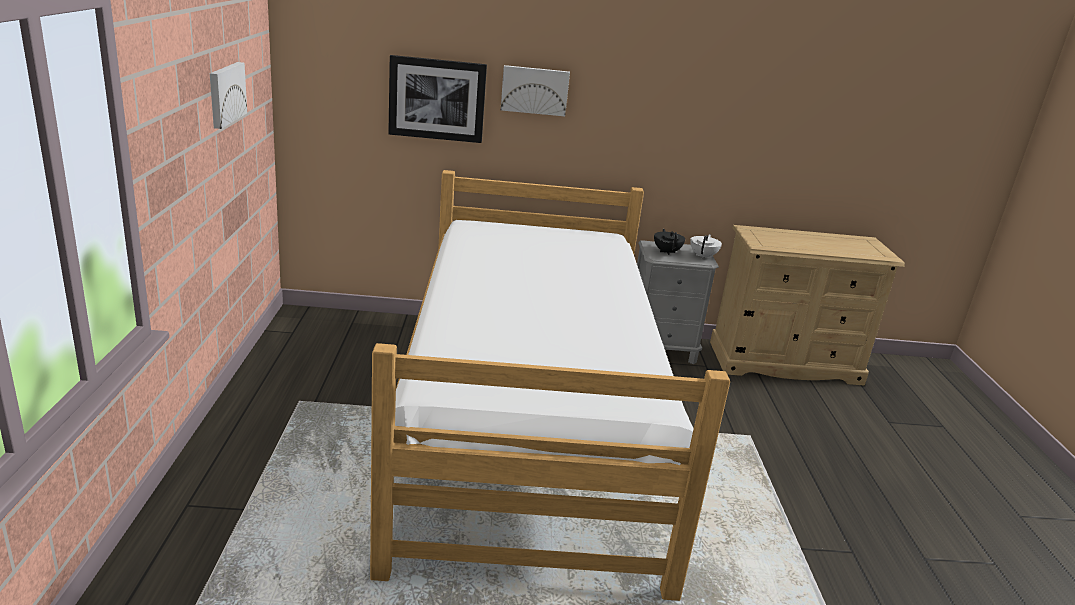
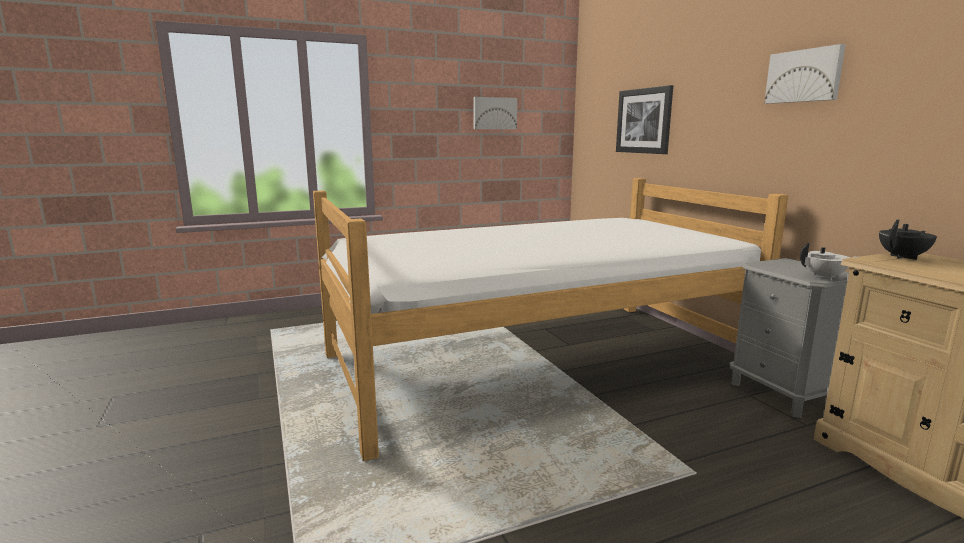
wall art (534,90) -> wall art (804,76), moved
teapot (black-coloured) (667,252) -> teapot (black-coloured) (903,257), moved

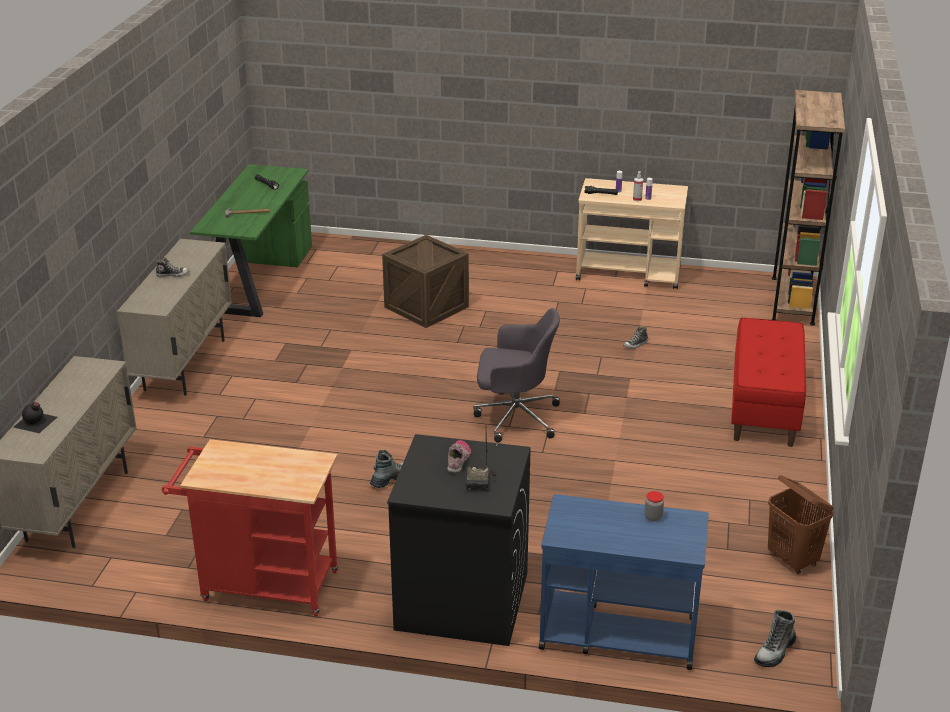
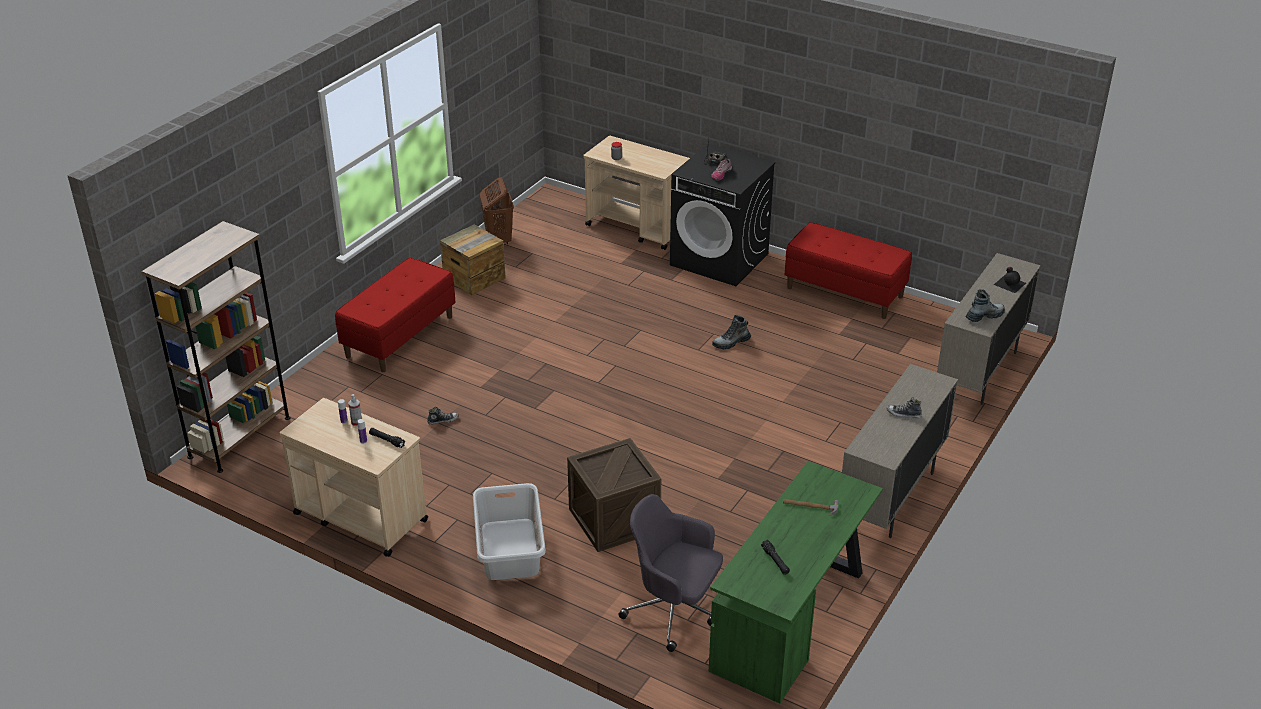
none -> packing crate (474,278)
none -> hamper (gray) (509,549)
cart (bluish) (617,632) -> cart (sand-coloured) (637,228)
computer chair (gray) (515,417) -> computer chair (gray) (674,611), moved
cart (red) (262,585) -> long seat (red) (845,292)
tall boot (775,652) -> tall boot (984,316), moved

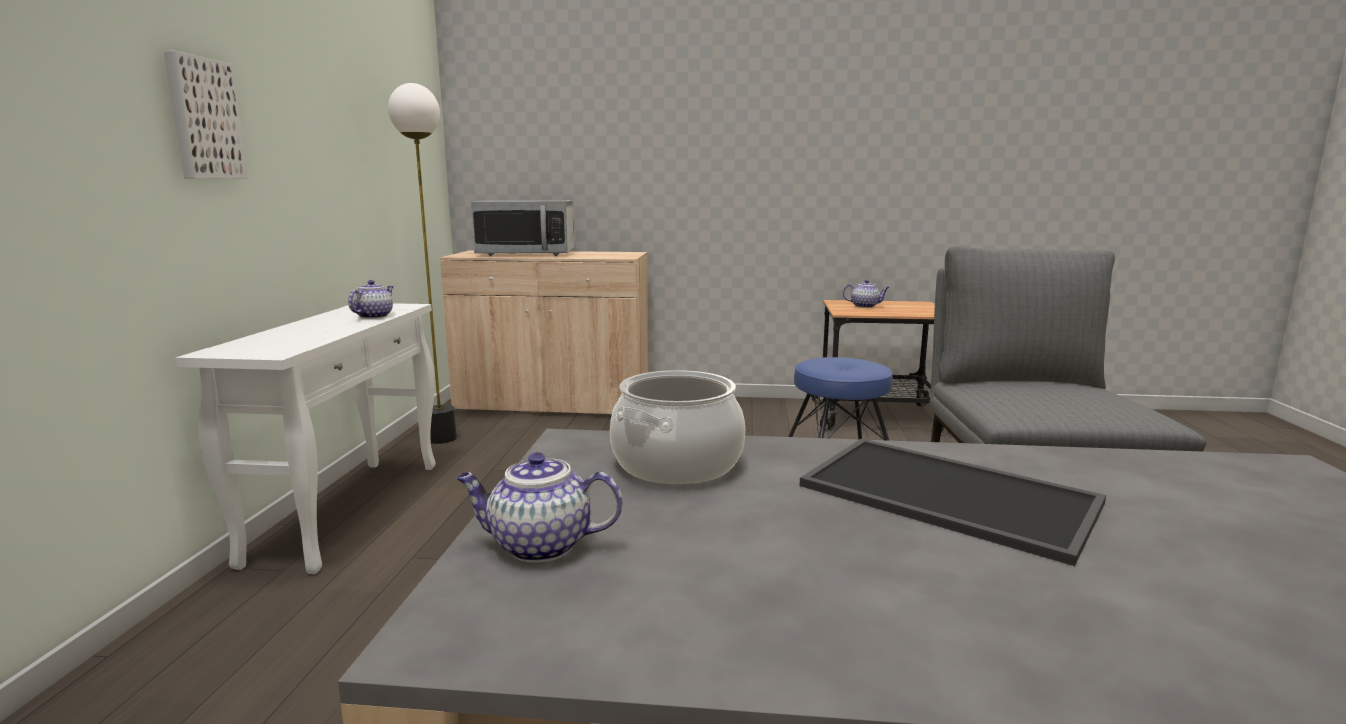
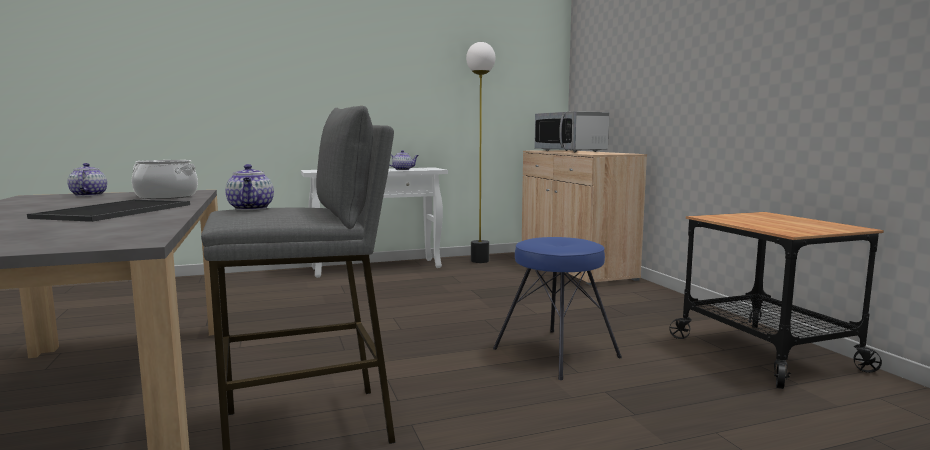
teapot (865,306) -> teapot (251,208), moved
wall art (203,119) -> none

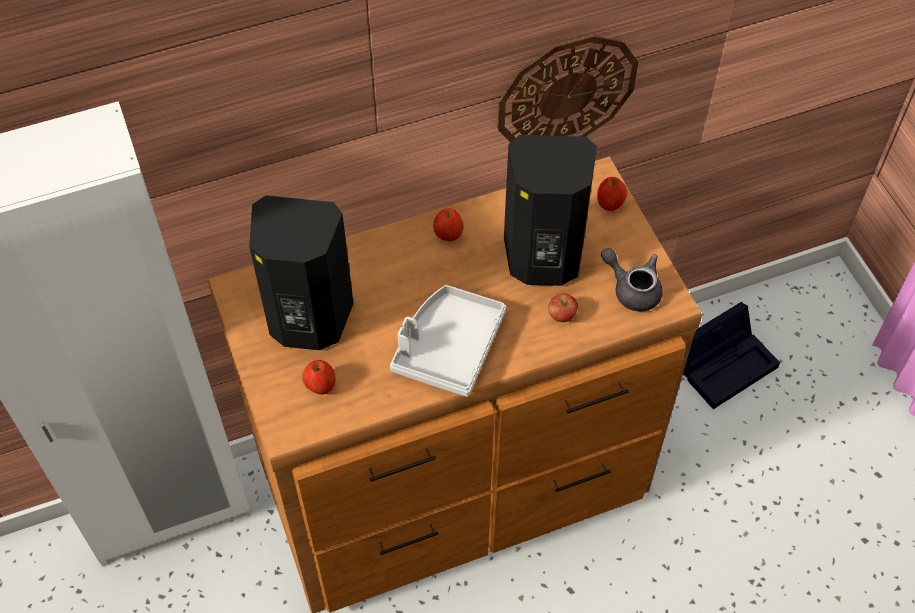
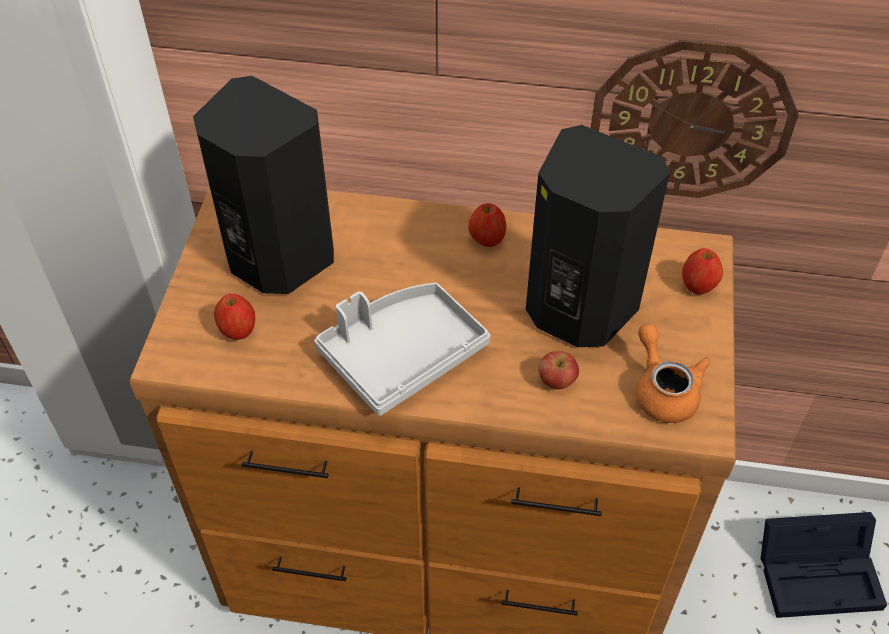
teapot (gray) (632,289) -> teapot (orange-coloured) (663,390)

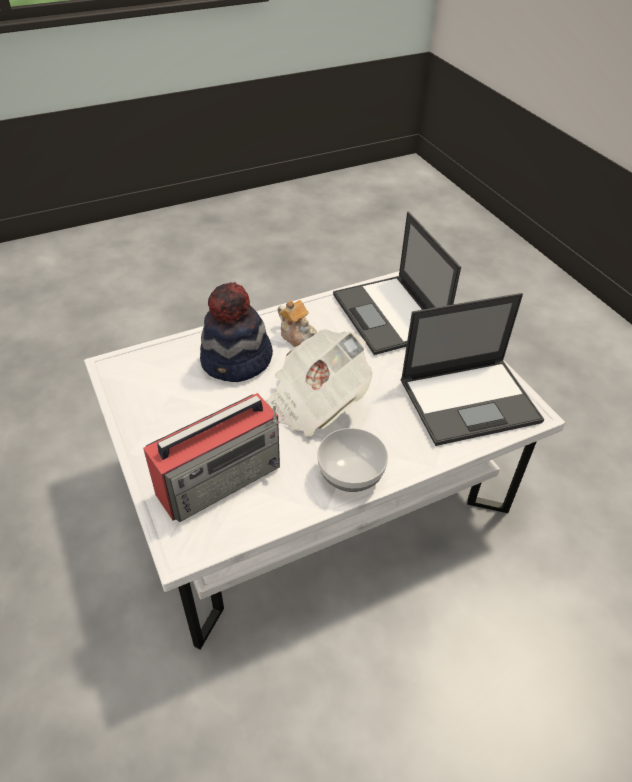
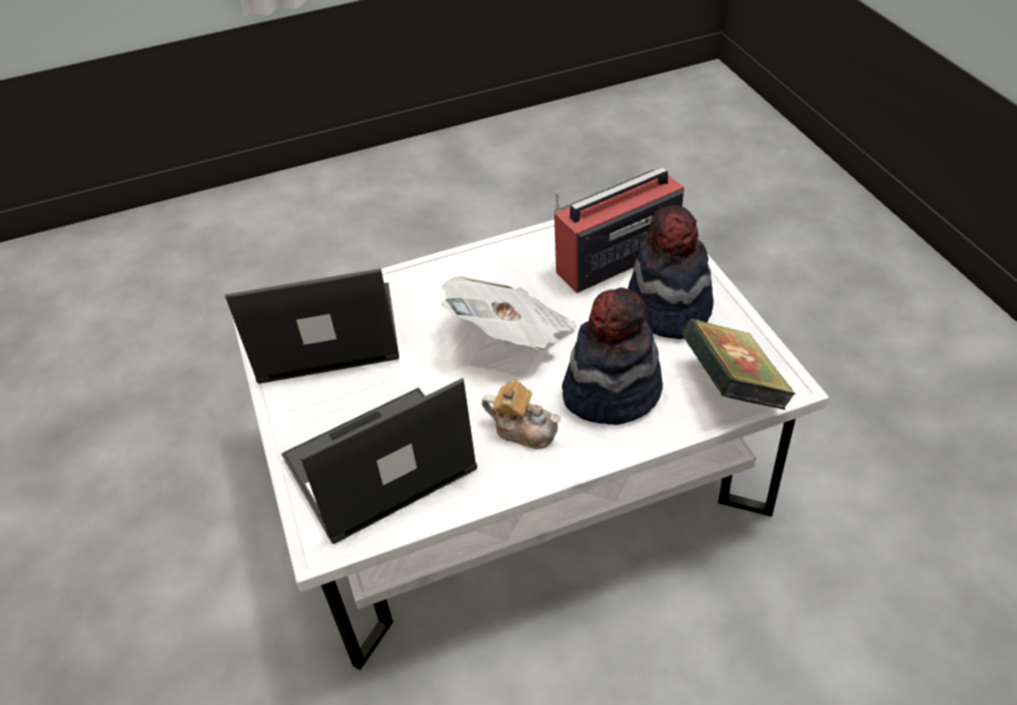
portable computer (389,315) -> portable computer (377,465), 105 degrees counterclockwise
teapot (298,337) -> teapot (524,430), 150 degrees clockwise
none -> wearable hat (668,309)
none -> book (732,388)
serving bowl (350,475) -> none

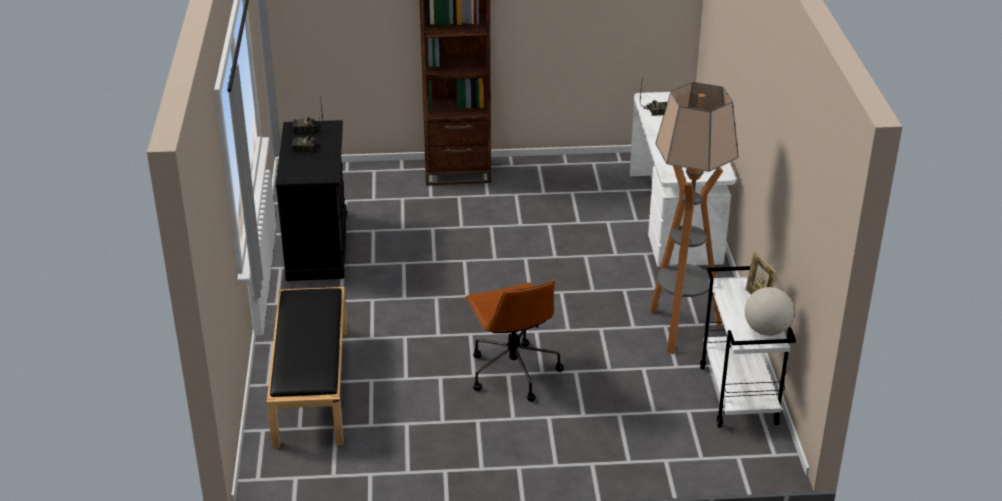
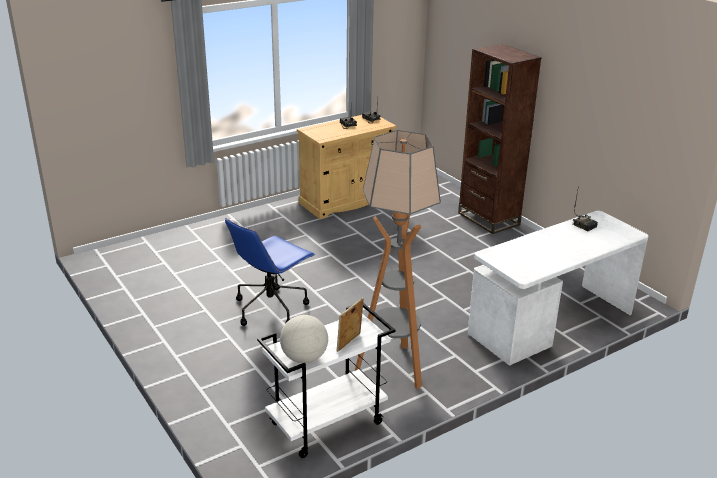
computer chair (brown) (512,371) -> computer chair (bluish) (271,308)
cupboard (black-coloured) (318,245) -> cupboard (sand-coloured) (346,201)
long seat (black-coloured) (311,385) -> none

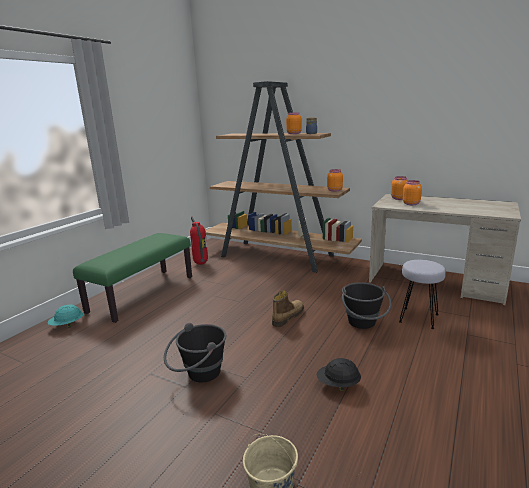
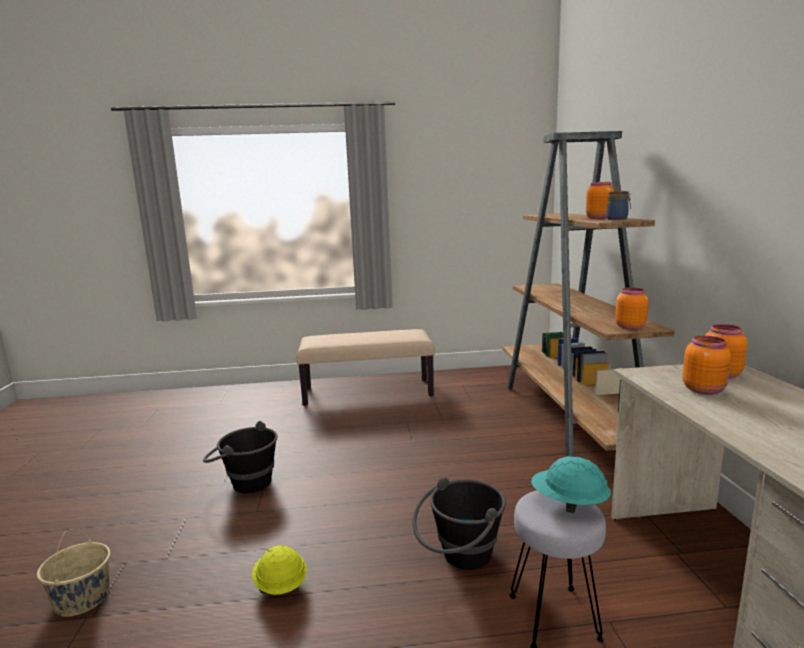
hard hat (black-coloured) (338,385) -> hard hat (yellow-coloured) (280,586)
long seat (green) (142,293) -> long seat (sand-coloured) (368,391)
hard hat (turquoise) (67,325) -> hard hat (turquoise) (569,504), moved
fire extinguisher (200,264) -> none
tall boot (287,317) -> none

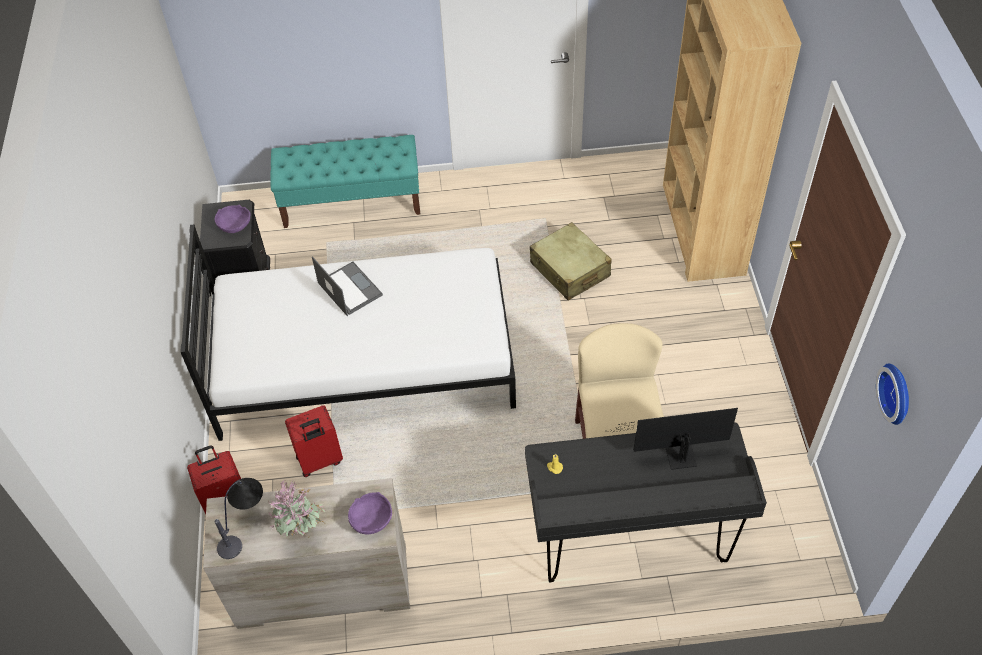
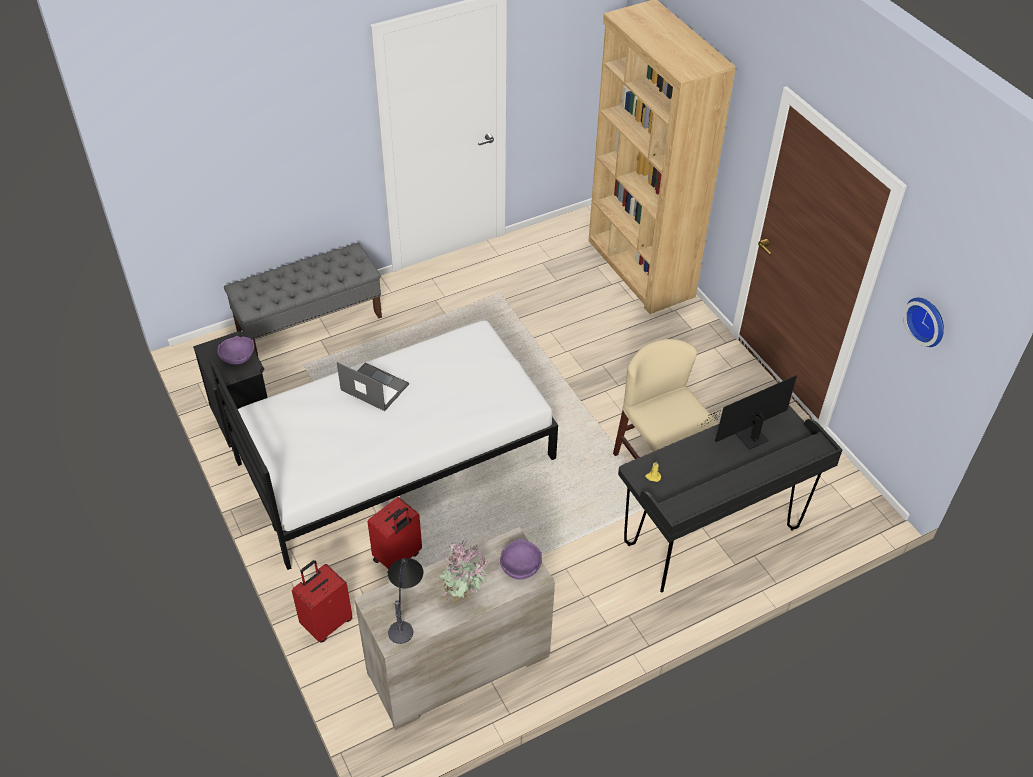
long seat (turquoise) (352,202) -> long seat (gray) (310,323)
piece of luggage (sand-coloured) (570,270) -> none

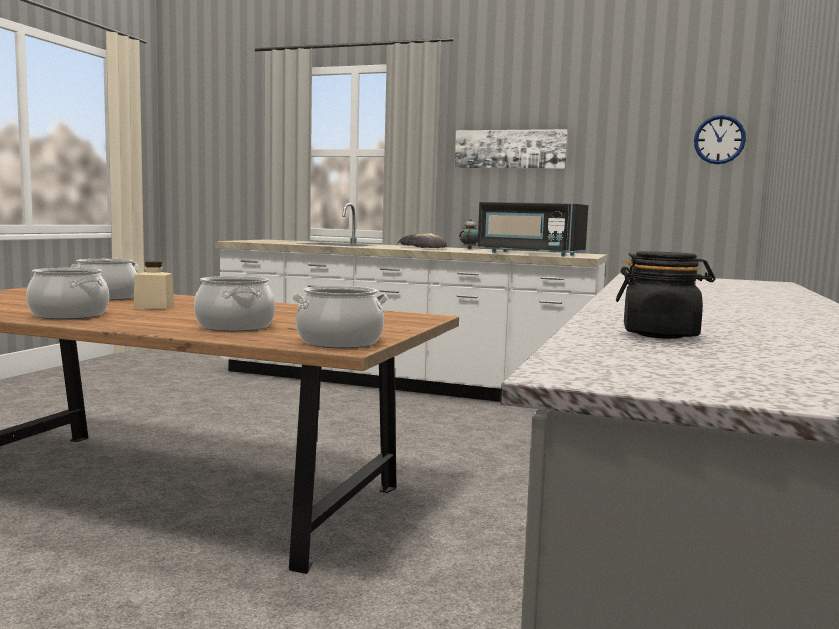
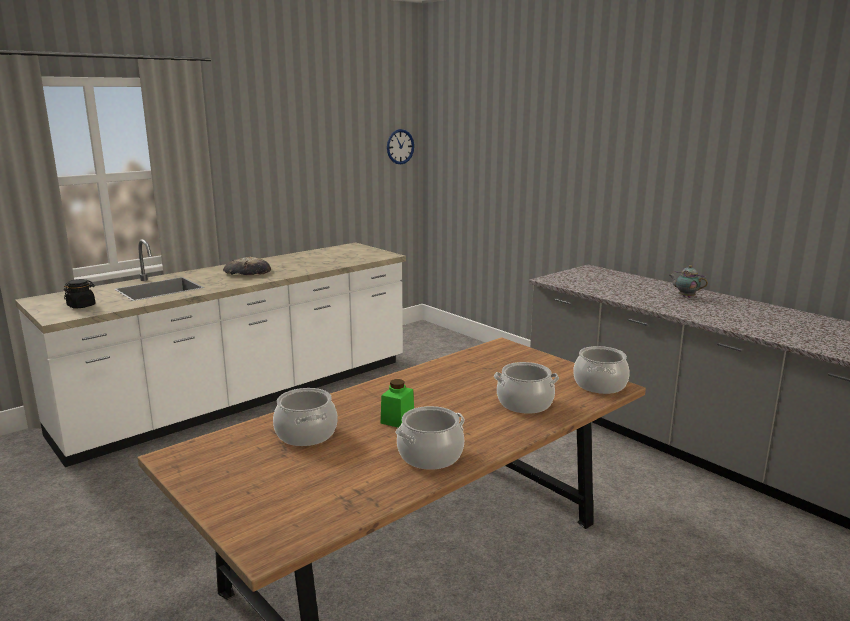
preserve jar (black-coloured) (660,335) -> preserve jar (black-coloured) (81,306), moved
preserve jar (sand-coloured) (154,307) -> preserve jar (green) (397,419)
teapot (469,249) -> teapot (685,297), moved
wall art (510,149) -> none
microwave (black-coloured) (529,254) -> none

